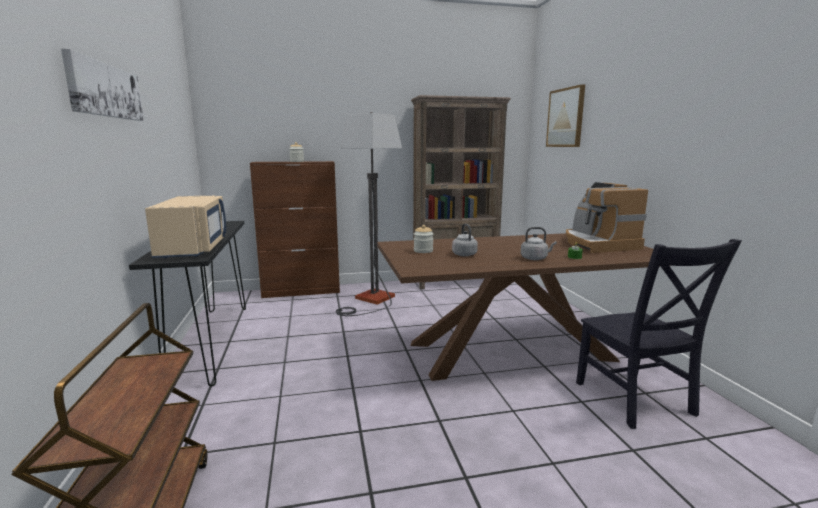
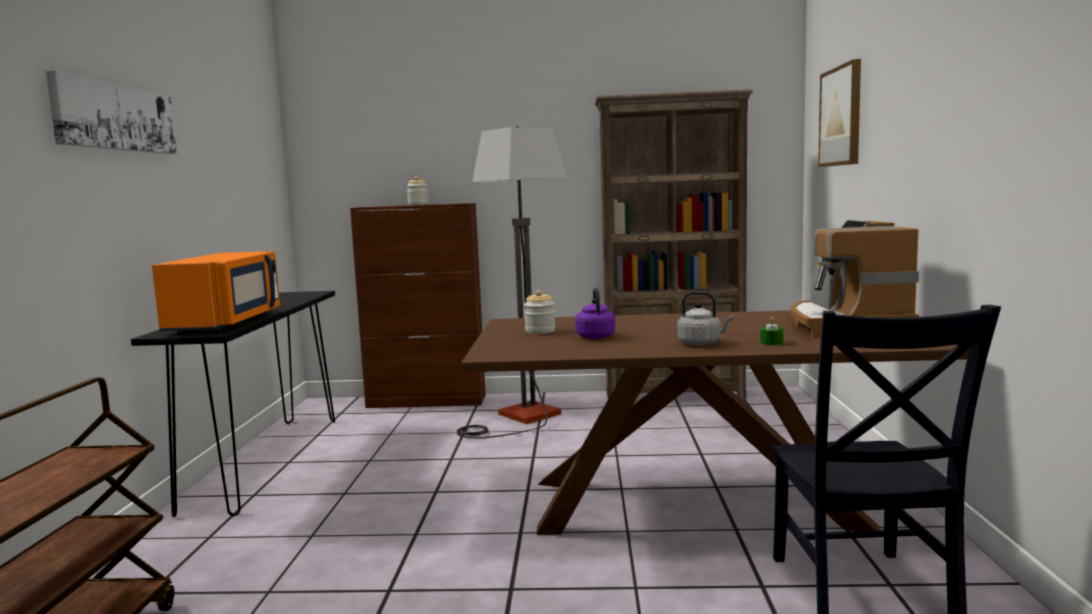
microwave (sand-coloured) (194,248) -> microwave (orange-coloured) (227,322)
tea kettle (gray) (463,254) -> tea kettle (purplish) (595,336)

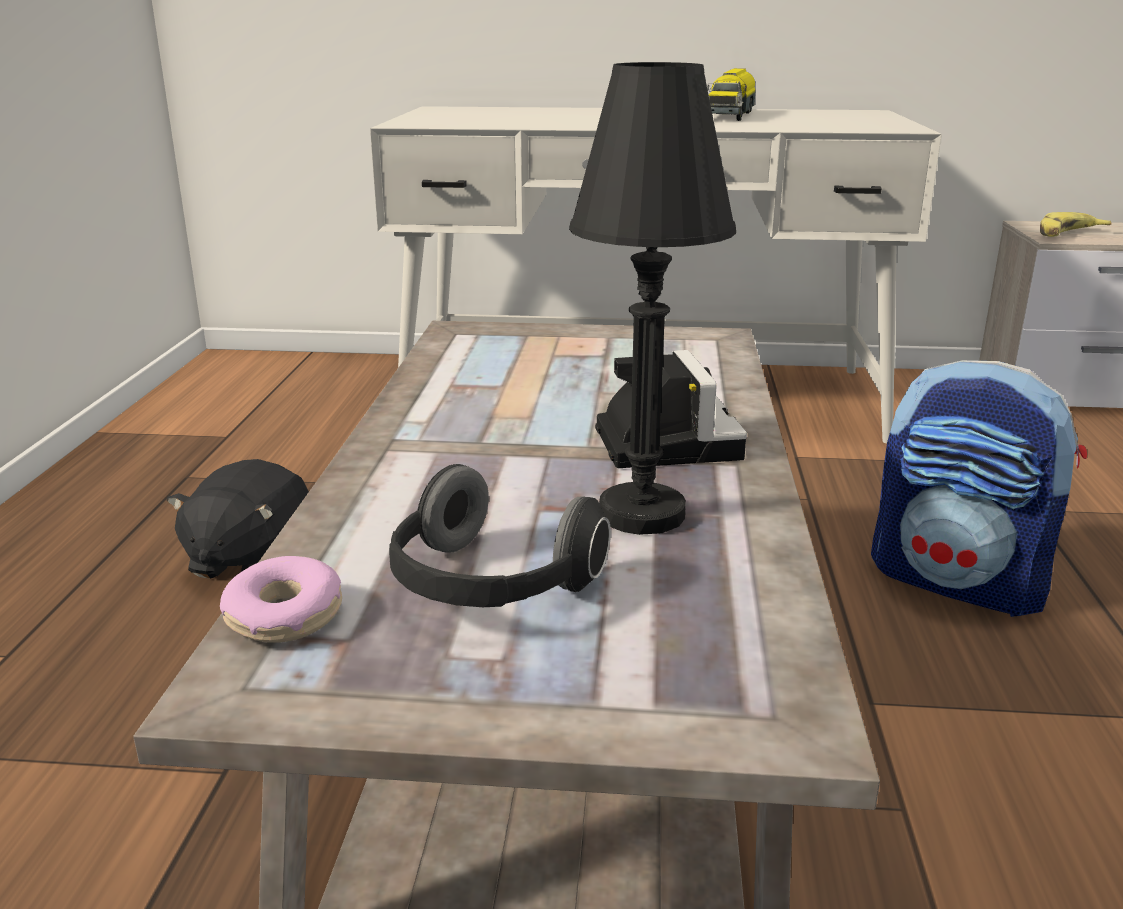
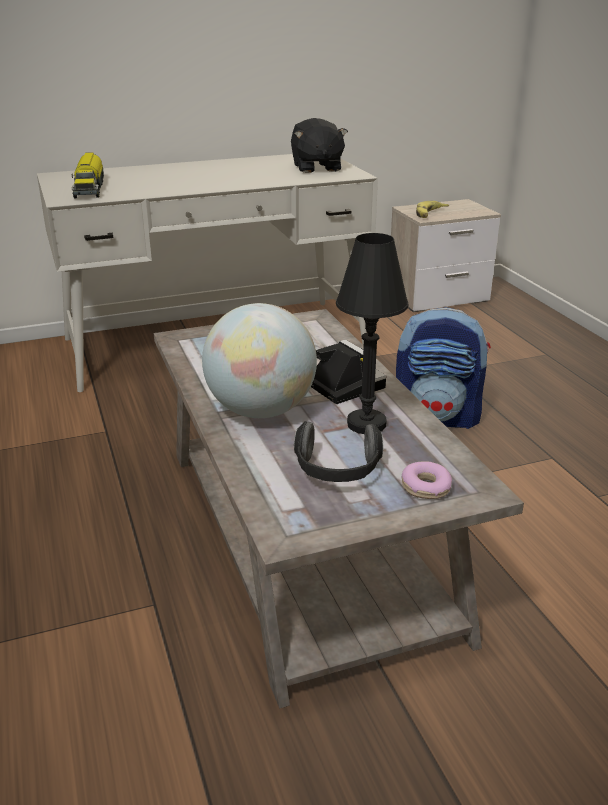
toy lorry (730,114) -> toy lorry (89,188), moved
none -> world globe (261,411)
soft toy (black-coloured) (249,561) -> soft toy (black-coloured) (316,168), moved
doughnut (284,616) -> doughnut (425,488), moved

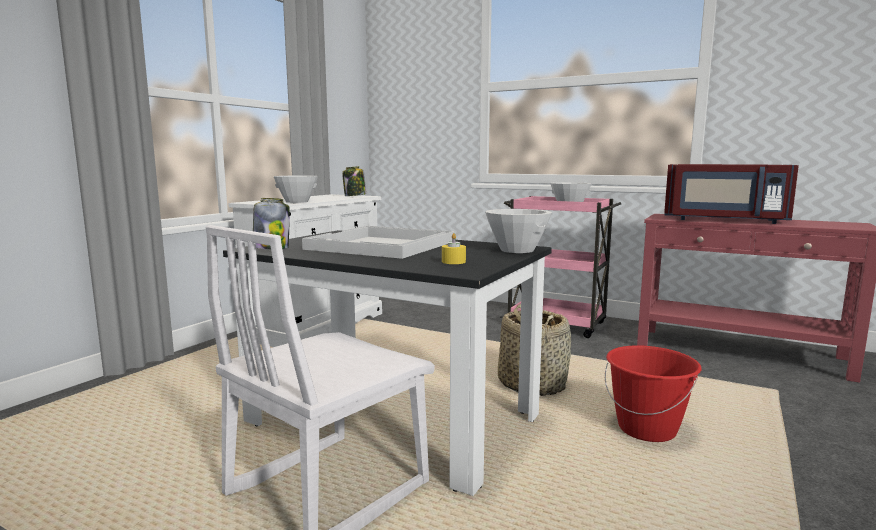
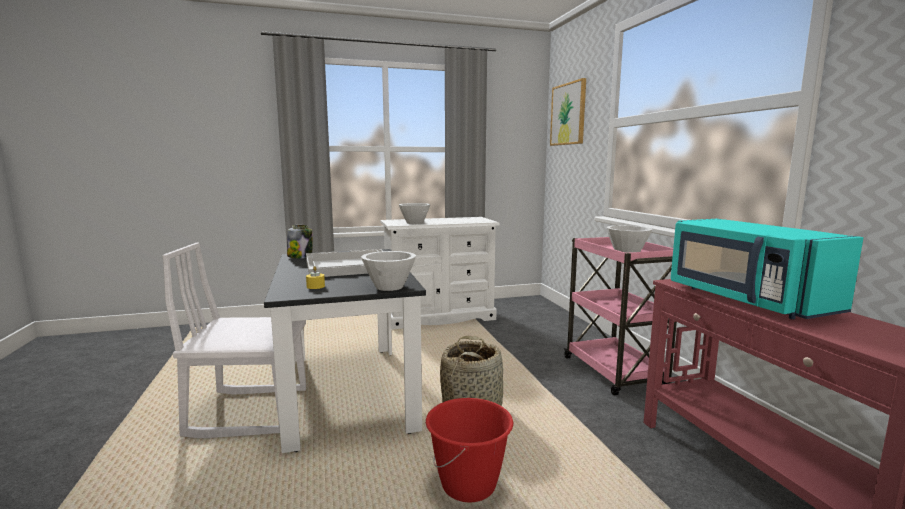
none -> wall art (568,114)
microwave (red) (724,220) -> microwave (turquoise) (745,300)
preserve jar (354,196) -> none

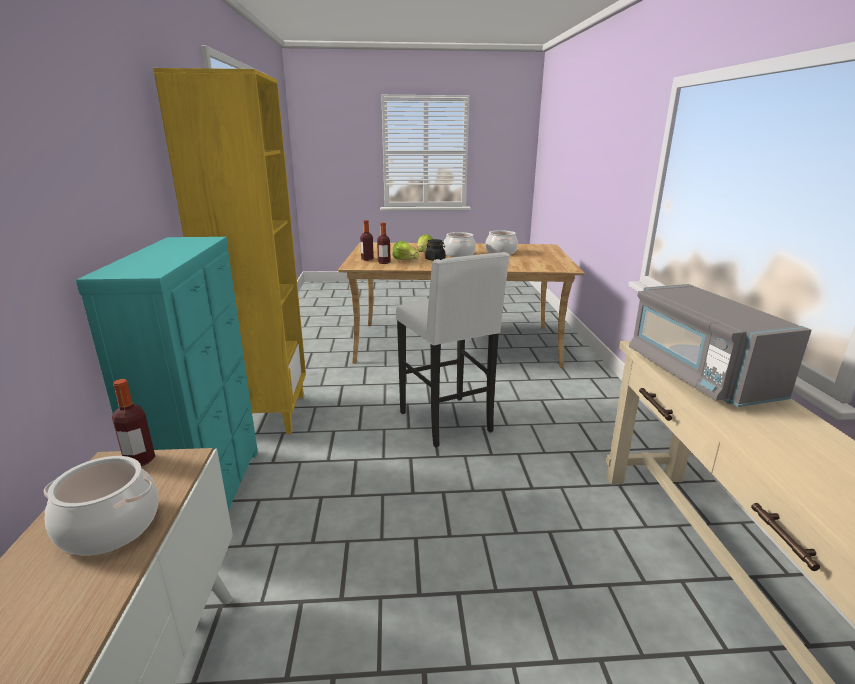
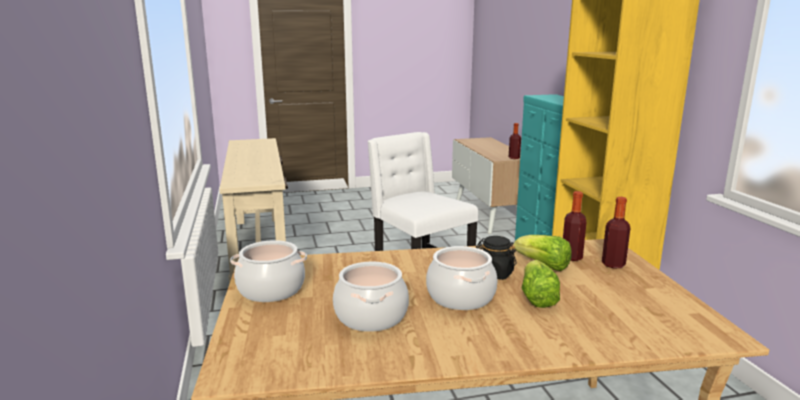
cooking pot (111,526) -> cooking pot (270,290), moved
microwave (gray) (697,374) -> none

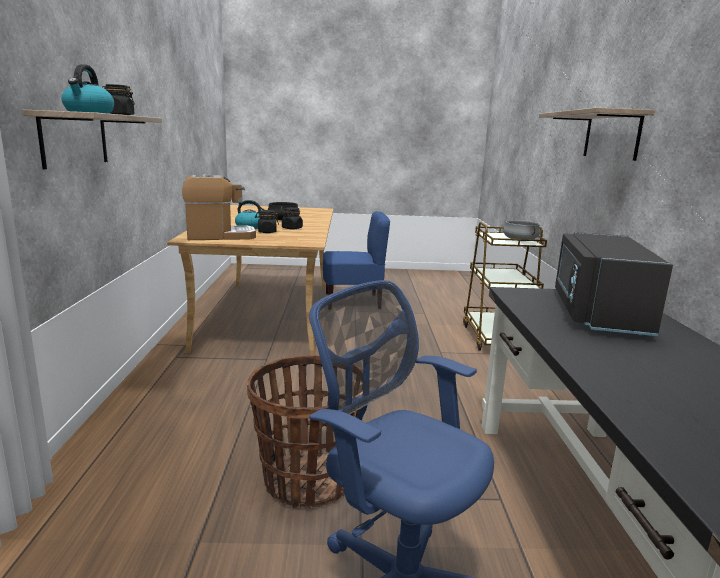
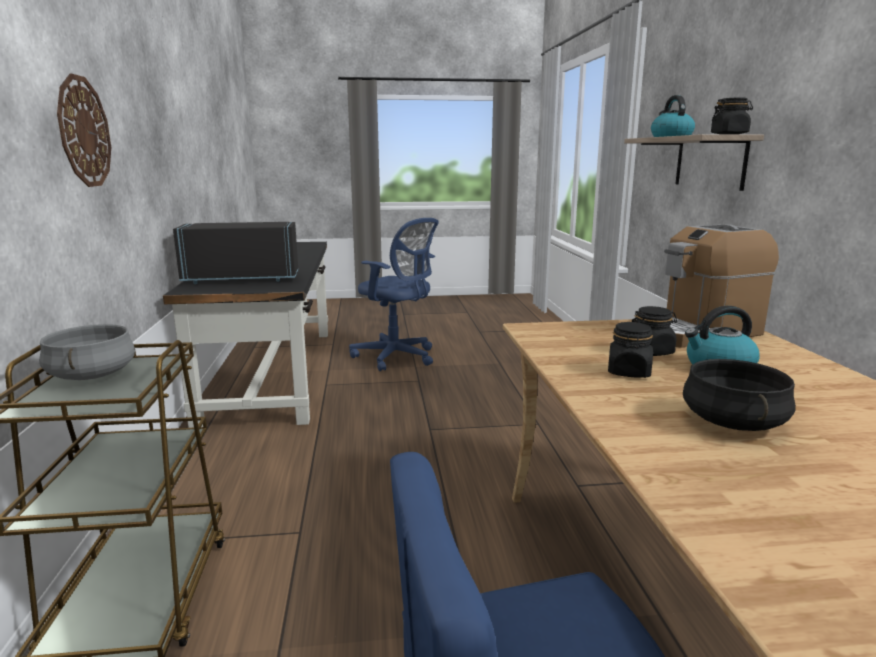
wall shelf (611,135) -> hanging clock (84,132)
microwave (black-coloured) (596,313) -> microwave (black-coloured) (243,278), 105 degrees counterclockwise
household basket (306,481) -> none

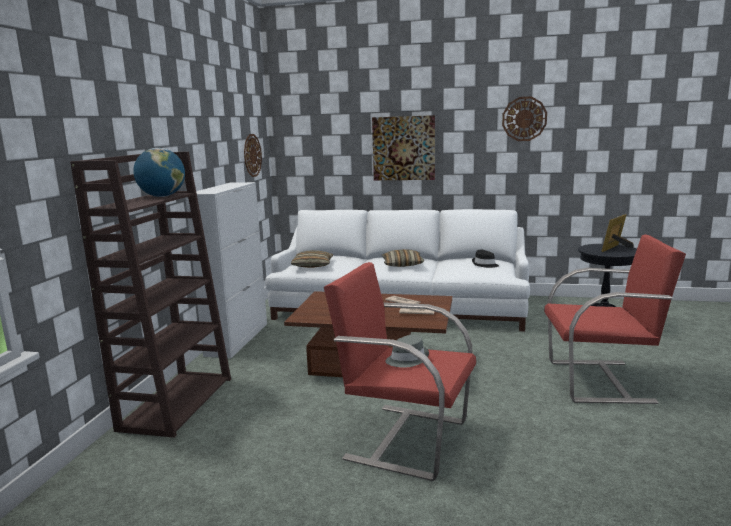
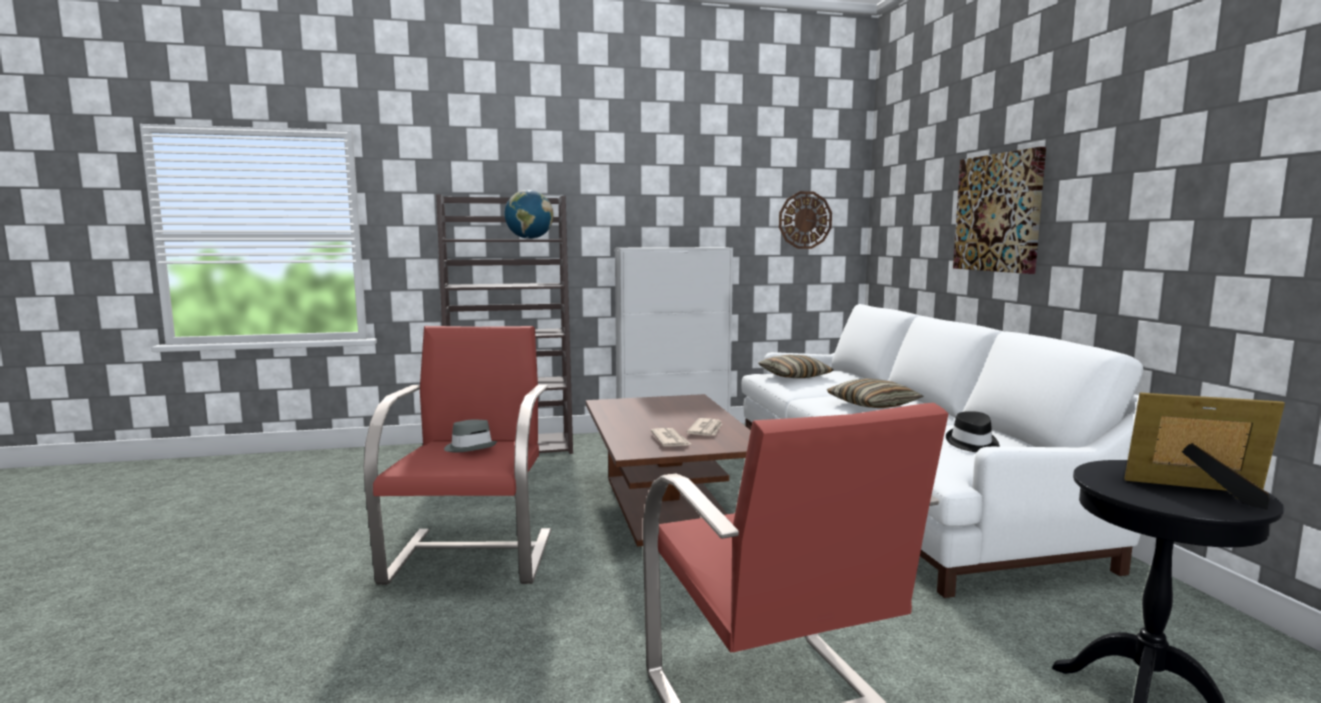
hanging clock (524,119) -> none

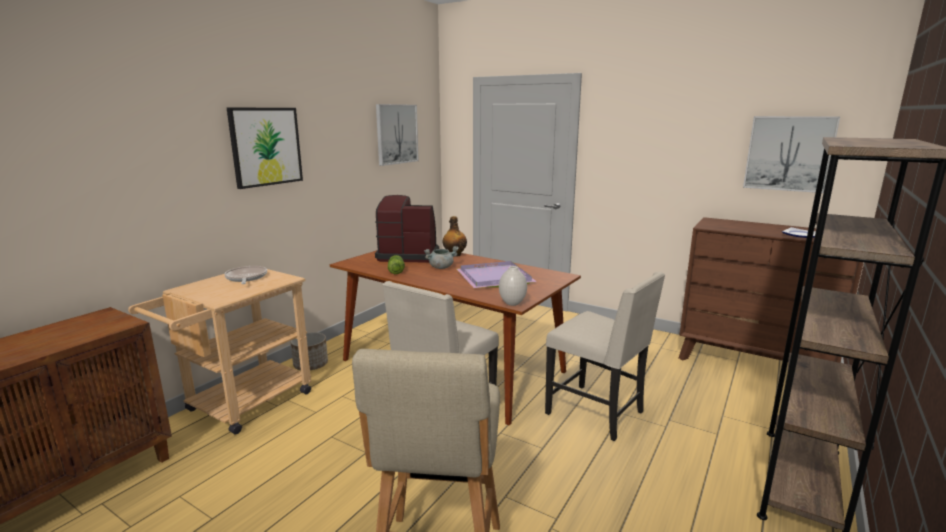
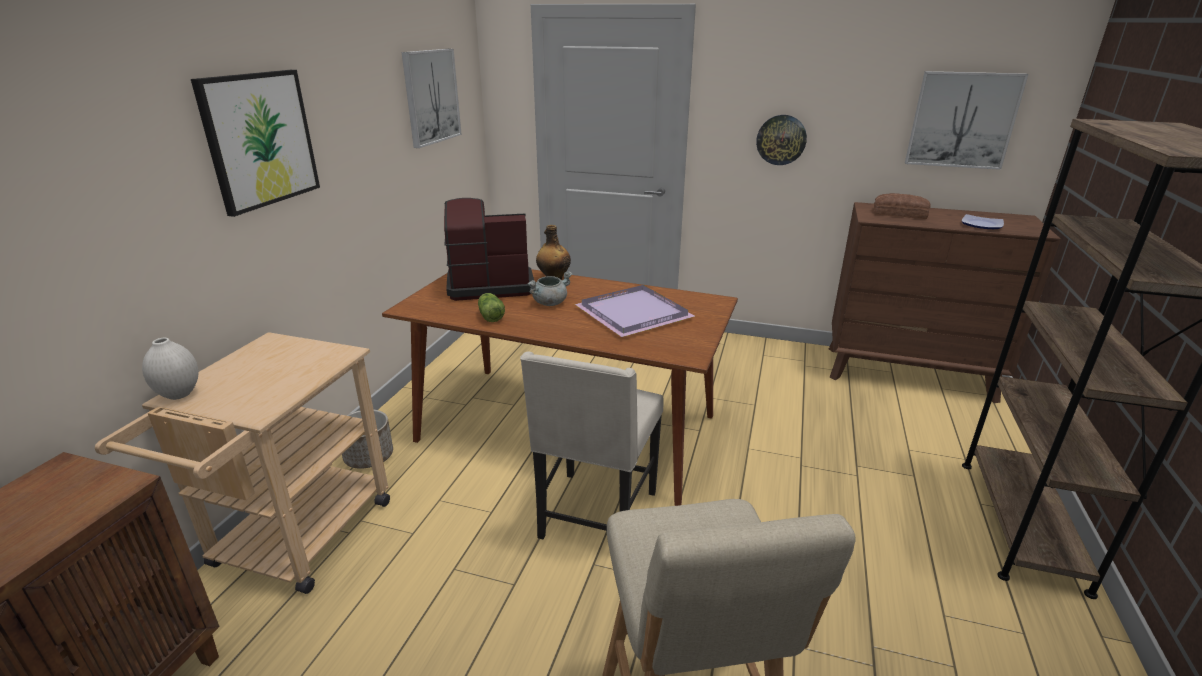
decorative vase (white) (512,303) -> decorative vase (white) (178,394), moved
none -> hanging clock (781,140)
none -> bakery bread (900,214)
frying pan (246,278) -> none
plain chair (sand-coloured) (597,413) -> none

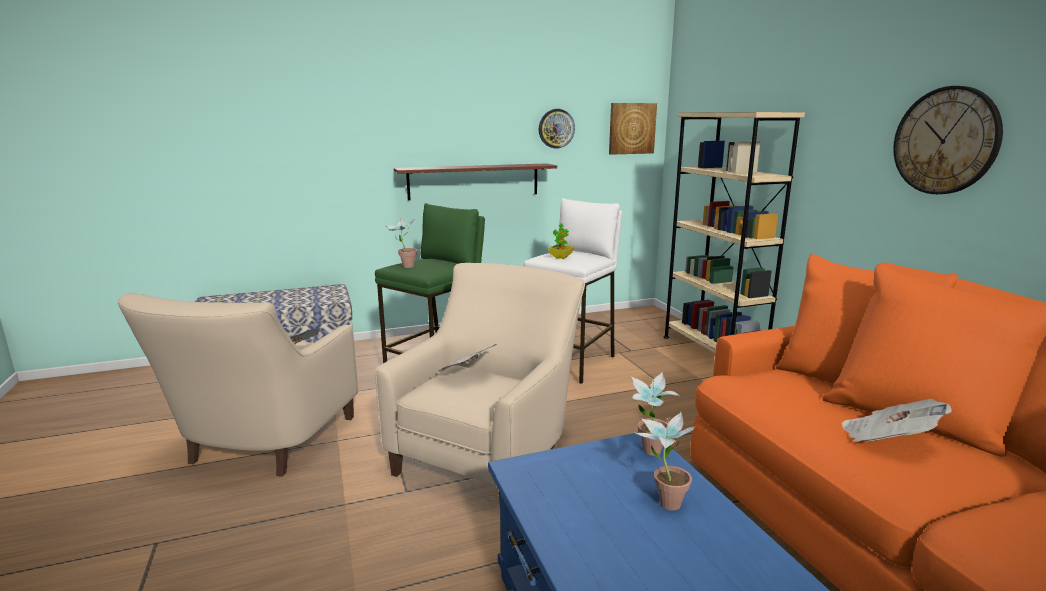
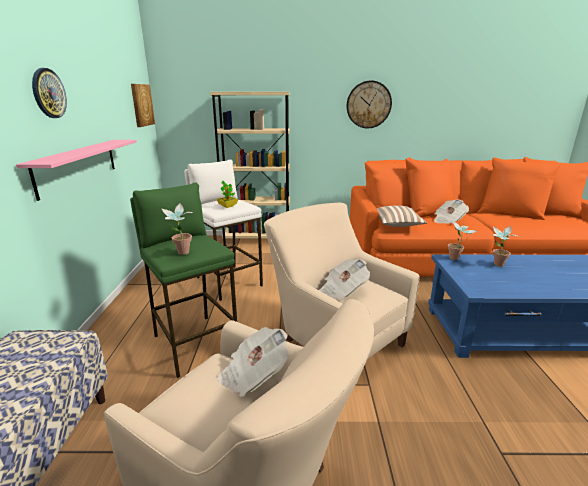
wall shelf (brown) (474,181) -> wall shelf (pinkish) (78,166)
hanging clock (556,128) -> hanging clock (48,93), moved
none -> cushion (397,225)

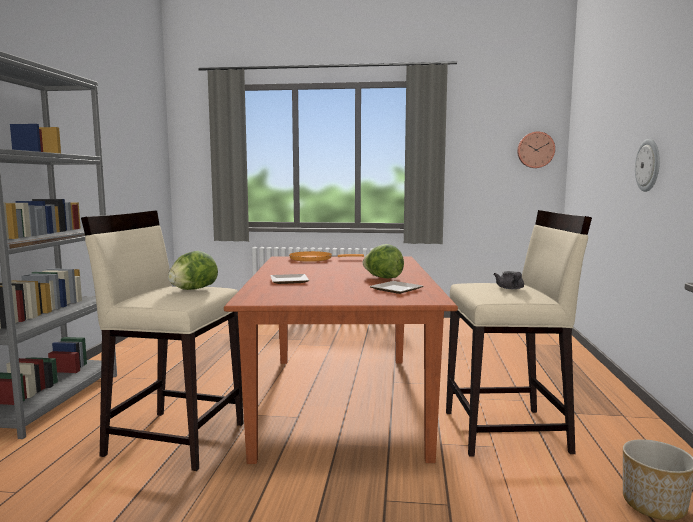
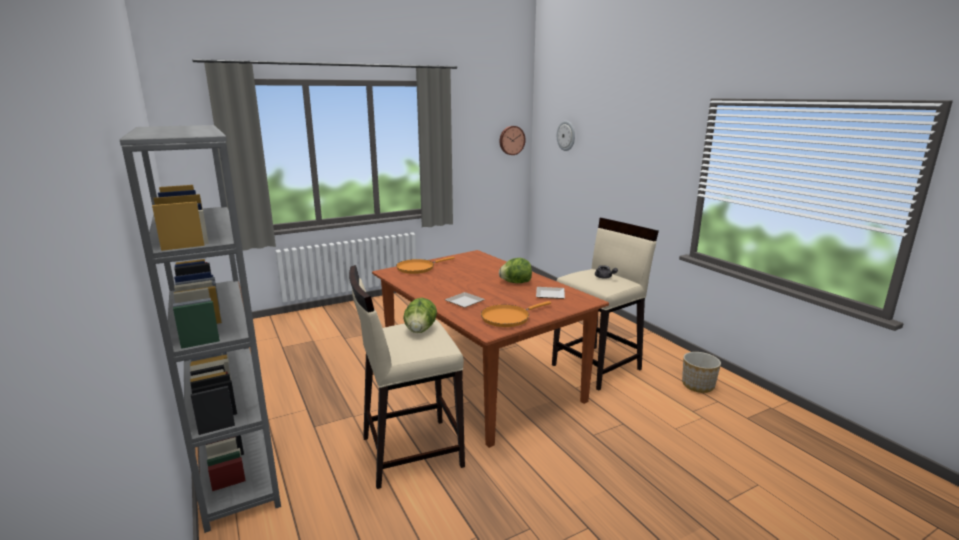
none -> frying pan (orange-coloured) (508,318)
hanging clock (648,165) -> hanging clock (566,135), moved

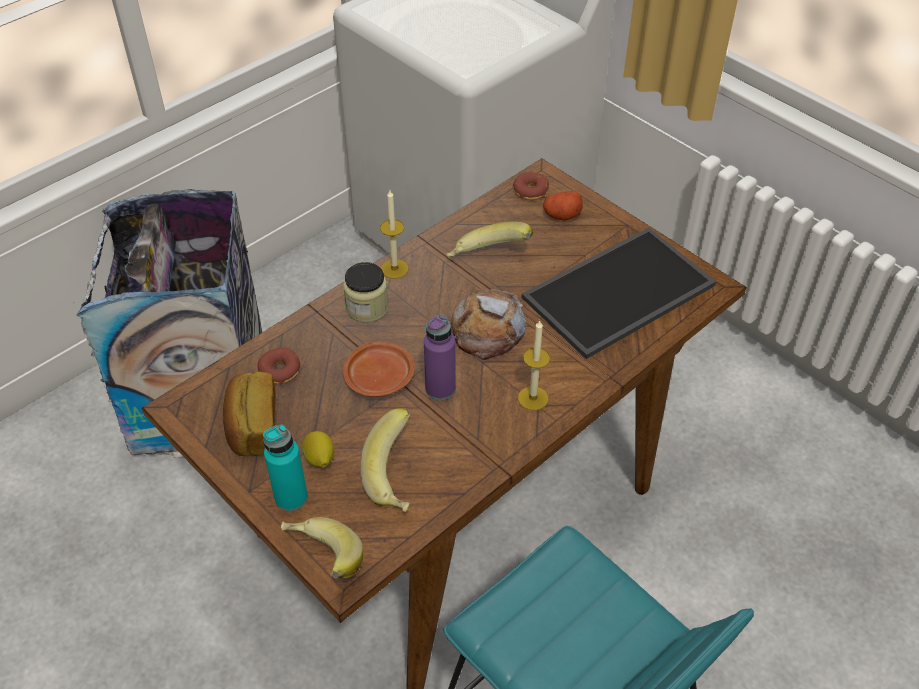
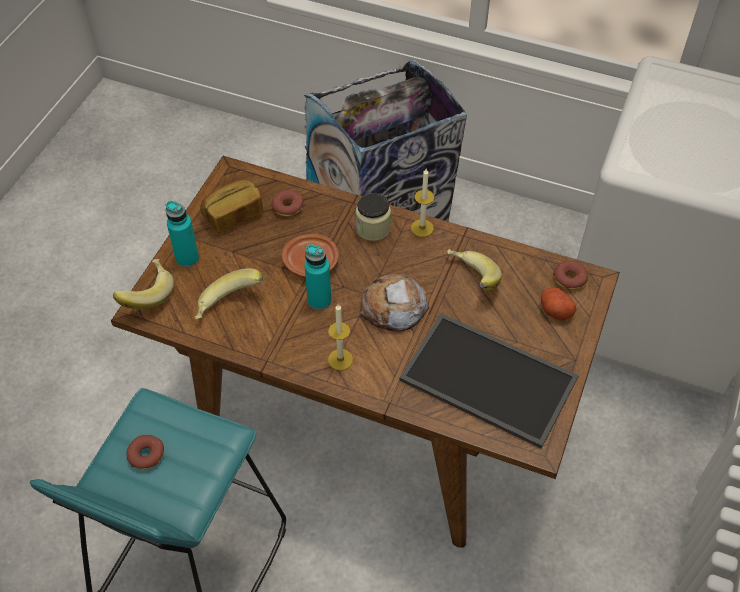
none -> doughnut (146,455)
drink bottle (purplish) (440,389) -> drink bottle (turquoise) (319,300)
lemon (319,459) -> none

